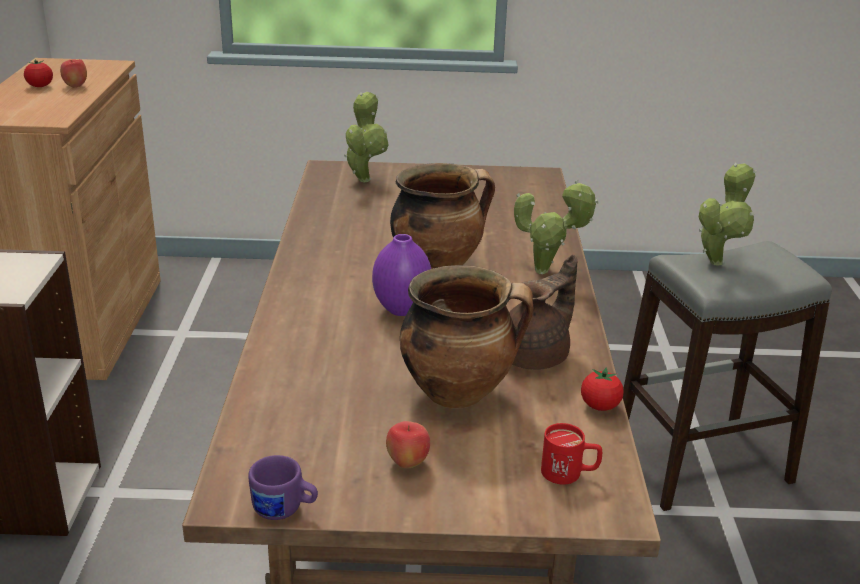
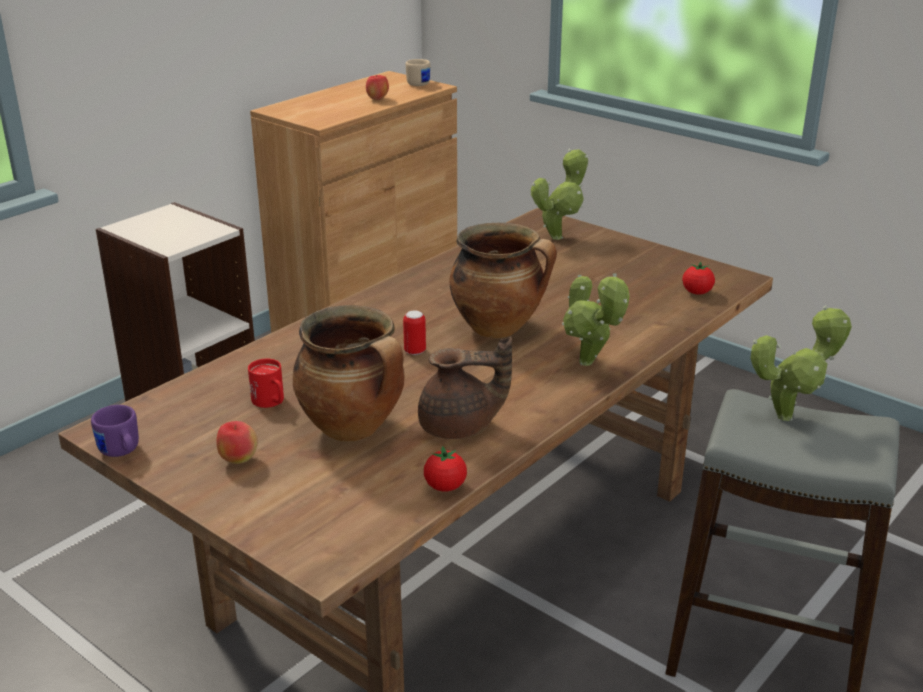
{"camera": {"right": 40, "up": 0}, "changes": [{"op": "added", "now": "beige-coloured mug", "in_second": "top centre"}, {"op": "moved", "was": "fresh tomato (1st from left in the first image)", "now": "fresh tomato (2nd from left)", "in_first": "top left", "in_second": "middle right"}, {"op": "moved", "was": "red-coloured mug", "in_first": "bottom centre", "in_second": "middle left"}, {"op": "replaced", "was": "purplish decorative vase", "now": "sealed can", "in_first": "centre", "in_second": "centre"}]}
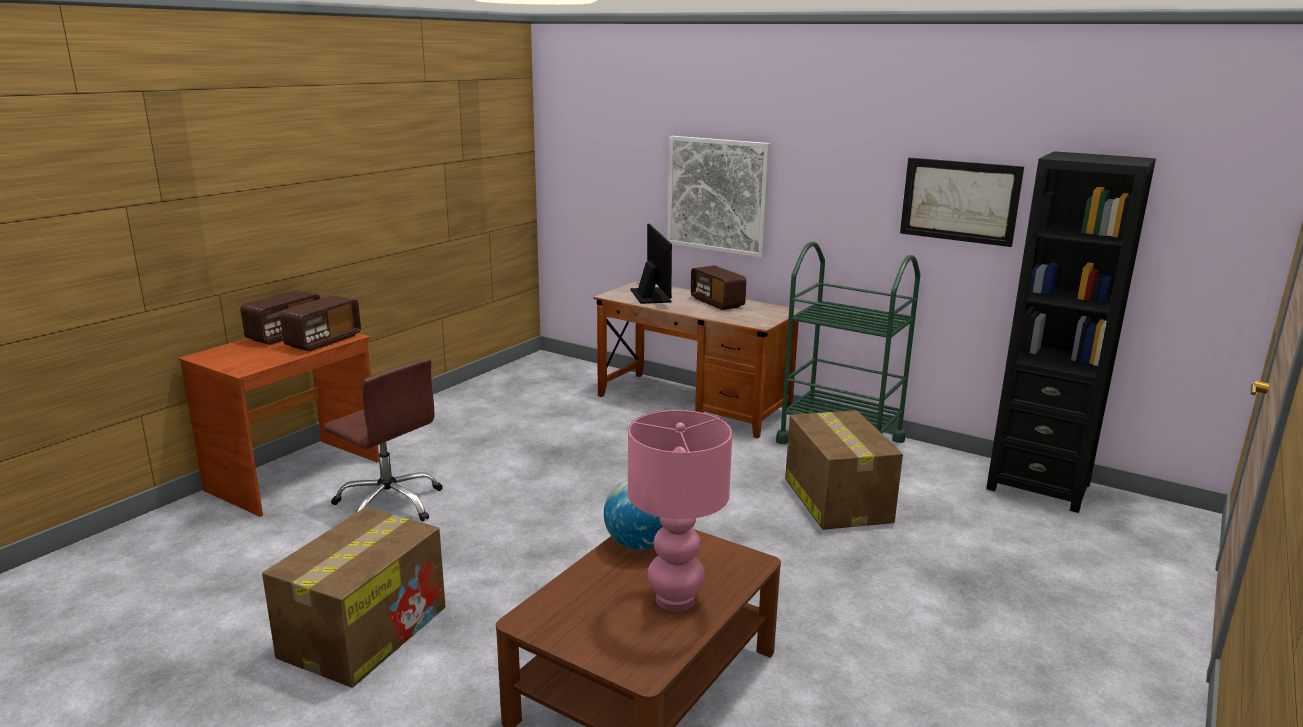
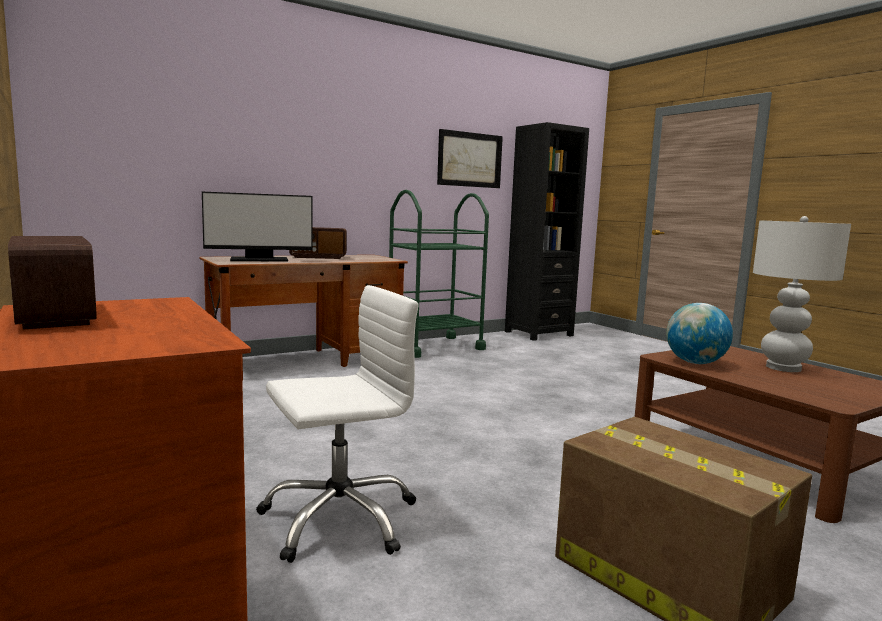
{"camera": {"right": -65, "up": -10}, "changes": [{"op": "removed", "was": "radio (2nd from left)", "in_first": "middle left"}, {"op": "removed", "was": "wall picture (1st from left)", "in_first": "top centre"}, {"op": "removed", "was": "cardboard box (2nd from left)", "in_first": "centre"}, {"op": "recoloured", "was": "brownish office chair", "now": "whitish office chair", "in_first": "middle left", "in_second": "bottom centre"}, {"op": "recoloured", "was": "pink tabletop lamp", "now": "whitish tabletop lamp", "in_first": "bottom centre", "in_second": "middle right"}, {"op": "turned", "was": "computer screen", "in_first": "centre", "in_second": "middle left", "clockwise": 150}]}
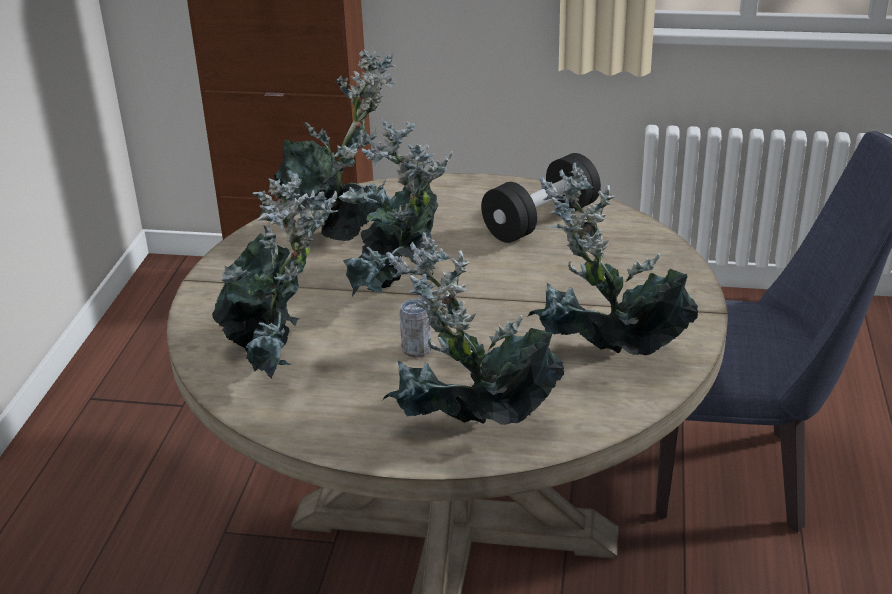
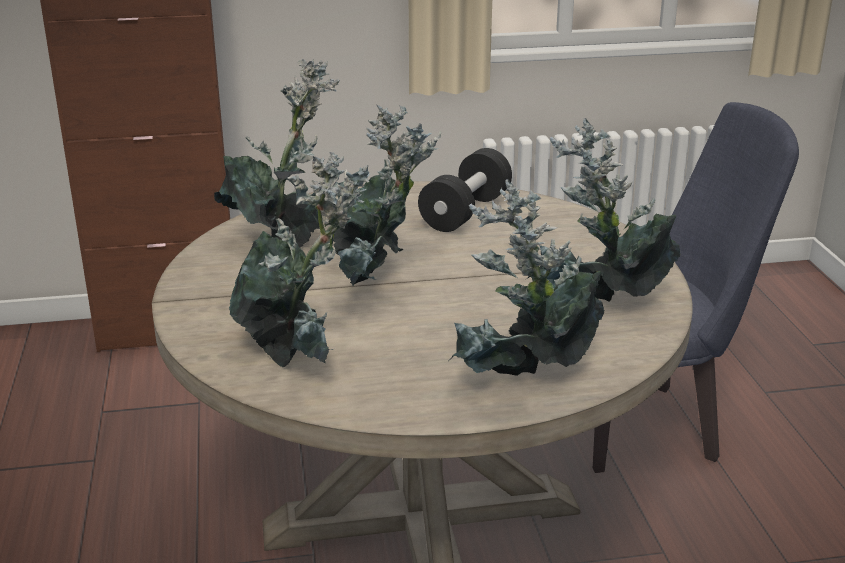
{"camera": {"right": -20, "up": -5}, "changes": [{"op": "removed", "was": "sealed can", "in_first": "centre"}]}
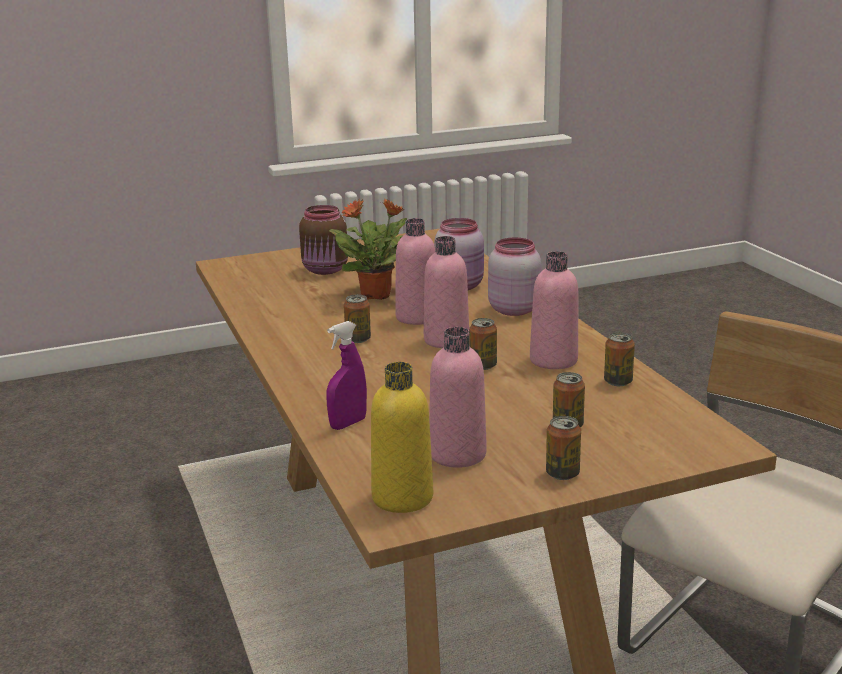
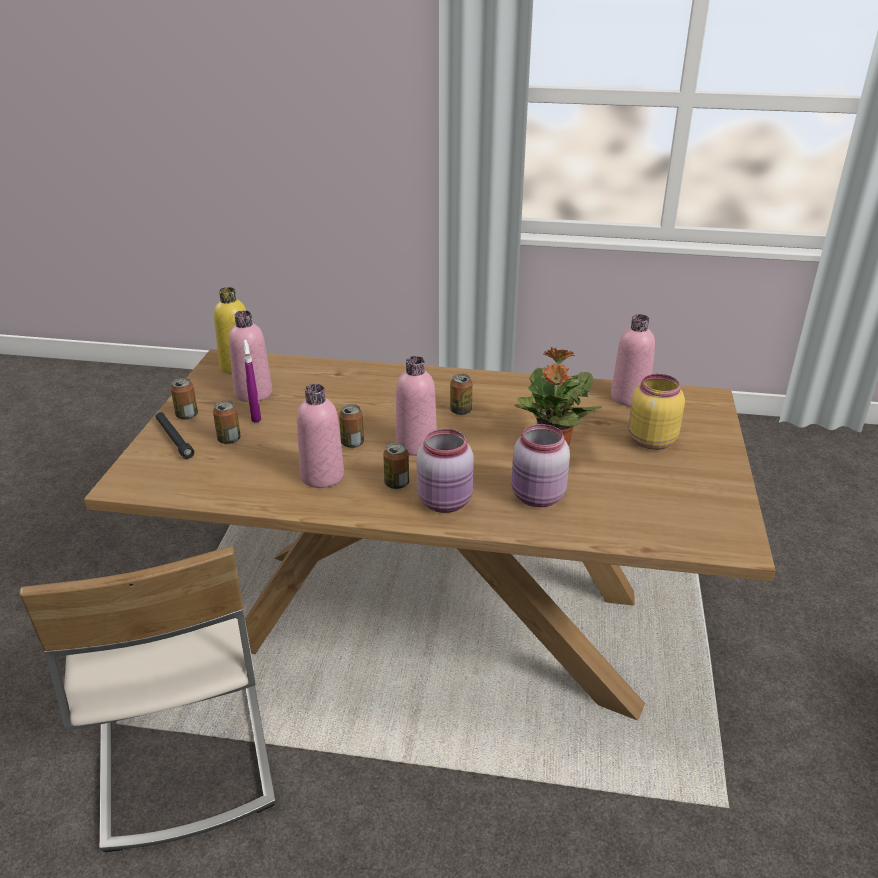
{"camera": {"right": 120, "up": 10}, "changes": [{"op": "added", "now": "black hand torch", "in_second": "middle left"}, {"op": "moved", "was": "purplish sprayer", "in_first": "centre", "in_second": "middle left"}, {"op": "moved", "was": "pink beverage bottle (1st from left in the first image)", "now": "pink beverage bottle (4th from left)", "in_first": "centre", "in_second": "middle right"}, {"op": "moved", "was": "sealed can (5th from left in the first image)", "now": "sealed can (4th from left)", "in_first": "middle right", "in_second": "centre"}, {"op": "recoloured", "was": "brownish preserve jar", "now": "yellowish preserve jar", "in_first": "centre", "in_second": "middle right"}]}
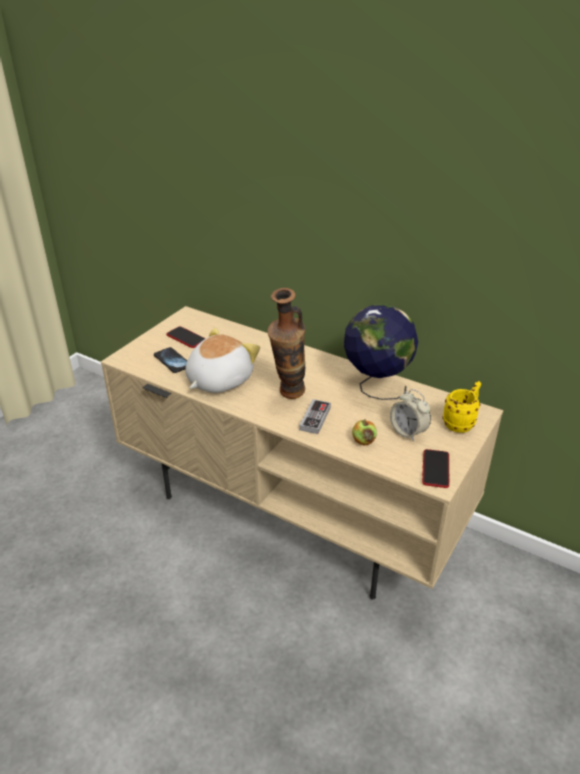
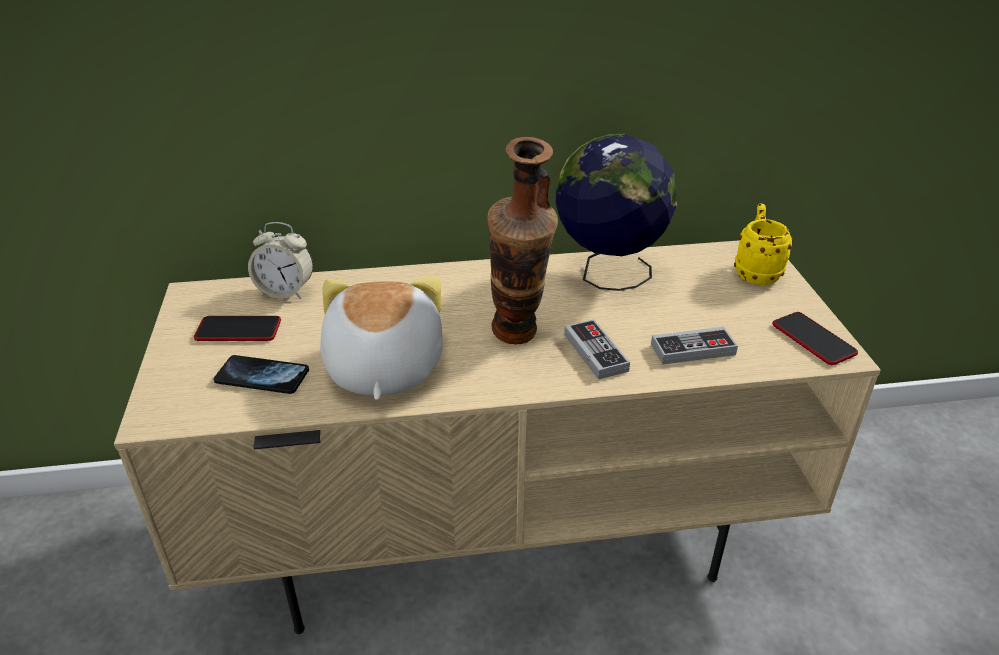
{"camera": {"right": -40, "up": 0}, "changes": [{"op": "moved", "was": "bedside clock", "in_first": "middle right", "in_second": "middle left"}, {"op": "replaced", "was": "whole apple", "now": "game controller (2nd from left)", "in_first": "centre", "in_second": "middle right"}]}
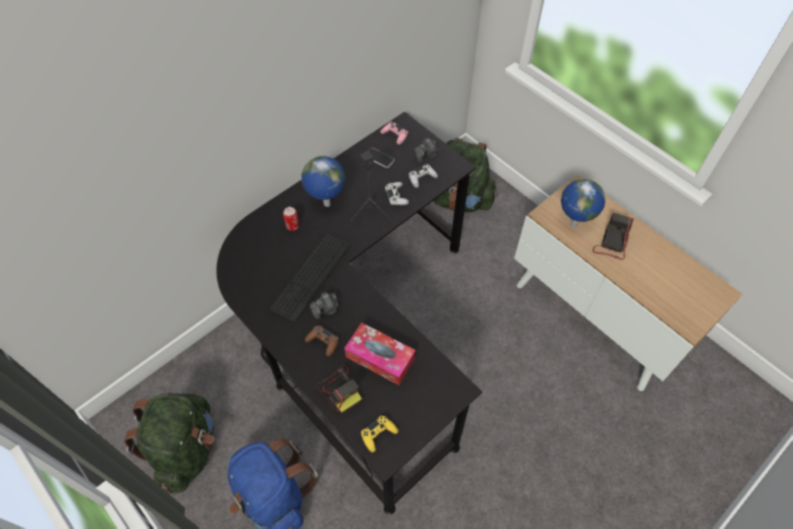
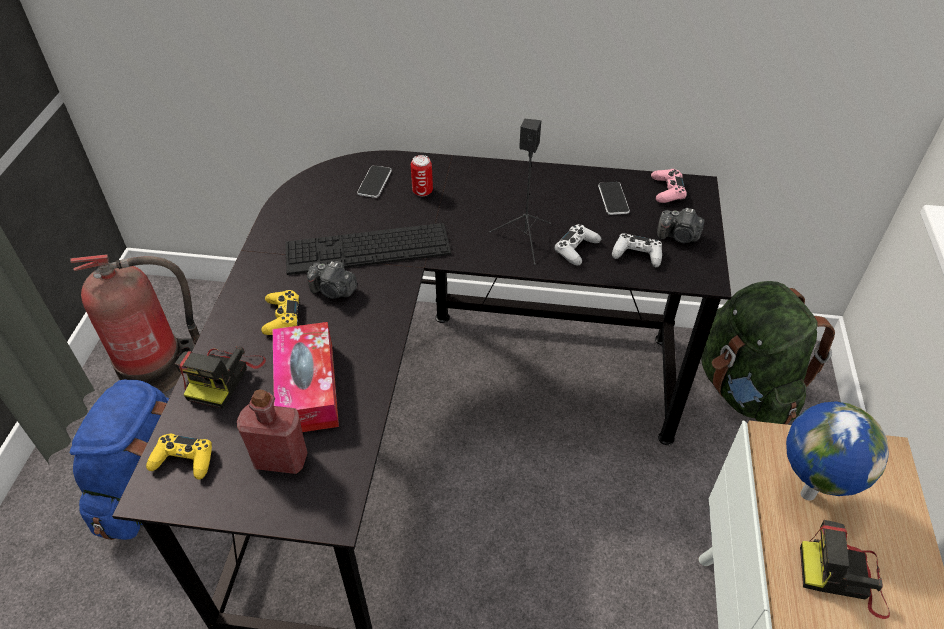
{"camera": {"right": 50, "up": -10}, "changes": [{"op": "removed", "was": "world globe (1st from left)", "in_first": "centre"}, {"op": "added", "now": "red-coloured beverage bottle", "in_second": "bottom left"}, {"op": "added", "now": "handset (1st from left)", "in_second": "top centre"}, {"op": "replaced", "was": "greenish knapsack (1st from left)", "now": "extinguisher", "in_first": "bottom left", "in_second": "middle left"}, {"op": "recoloured", "was": "brownish game controller", "now": "yellowish game controller (2nd from left)", "in_first": "centre", "in_second": "middle left"}, {"op": "turned", "was": "photo camera (4th from left)", "in_first": "middle right", "in_second": "bottom right", "clockwise": -150}]}
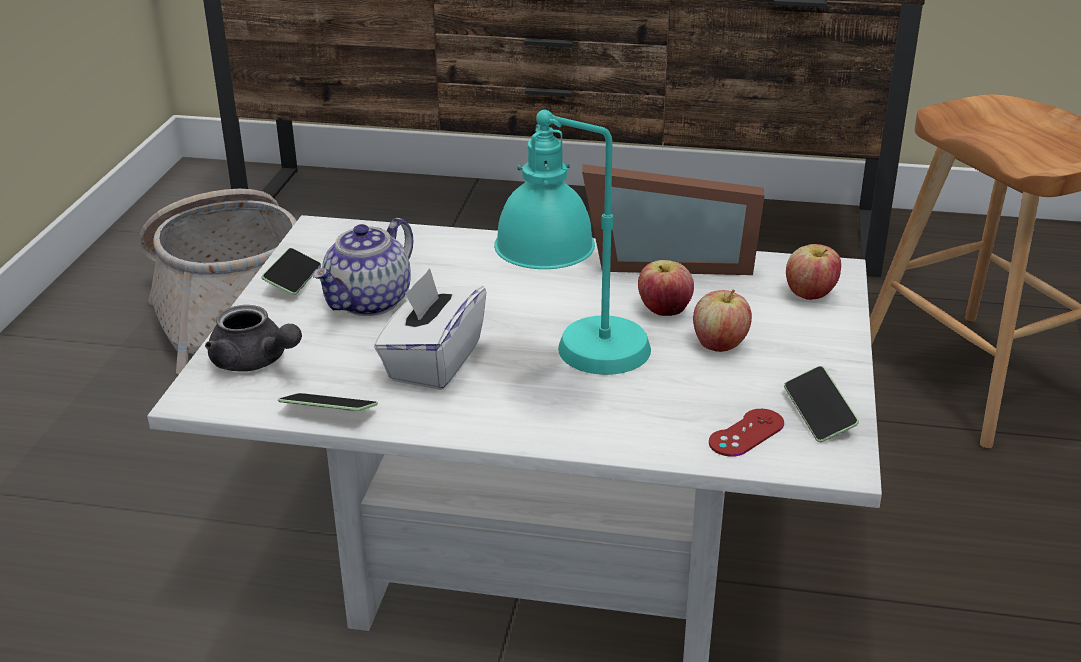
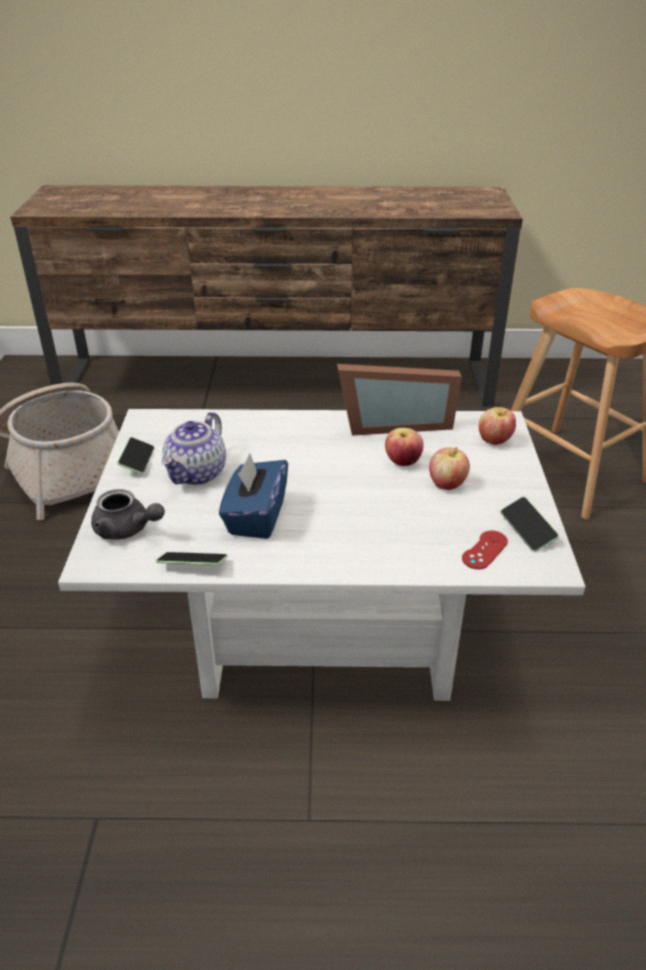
{"camera": {"right": -10, "up": 5}, "changes": [{"op": "removed", "was": "blue-green tabletop lamp", "in_first": "centre"}, {"op": "recoloured", "was": "whitish tissue holder", "now": "blue-coloured tissue holder", "in_first": "centre", "in_second": "centre"}]}
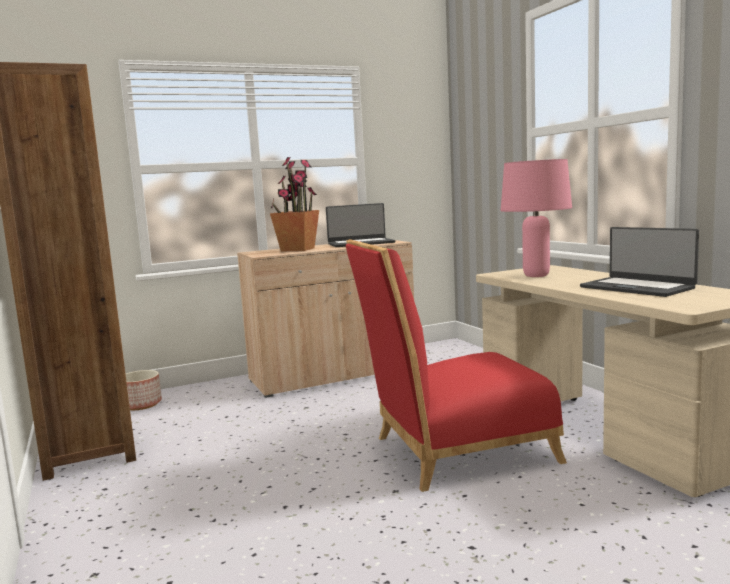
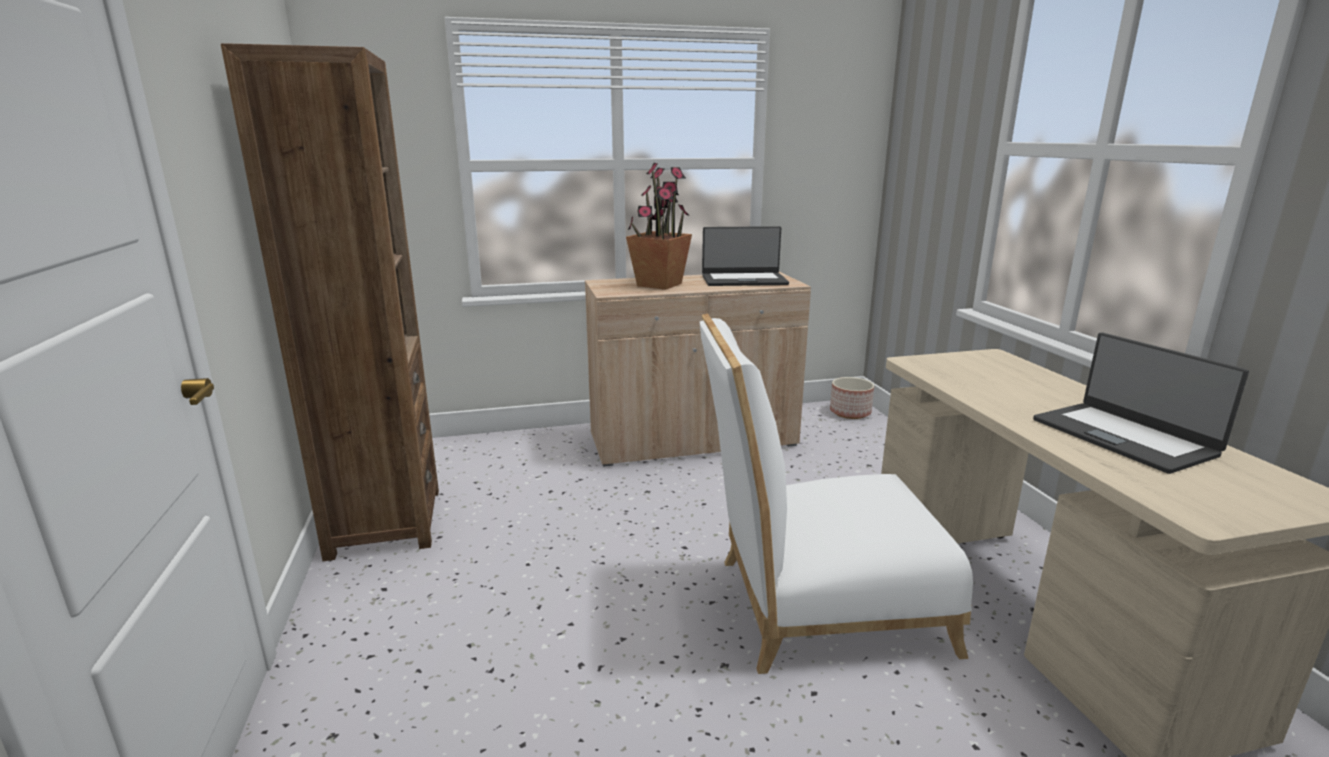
{"camera": {"right": 10, "up": 10}, "changes": [{"op": "removed", "was": "pink tabletop lamp", "in_first": "middle right"}, {"op": "moved", "was": "plant pot", "in_first": "bottom left", "in_second": "centre"}, {"op": "recoloured", "was": "red-coloured plain chair", "now": "whitish plain chair", "in_first": "centre", "in_second": "centre"}]}
